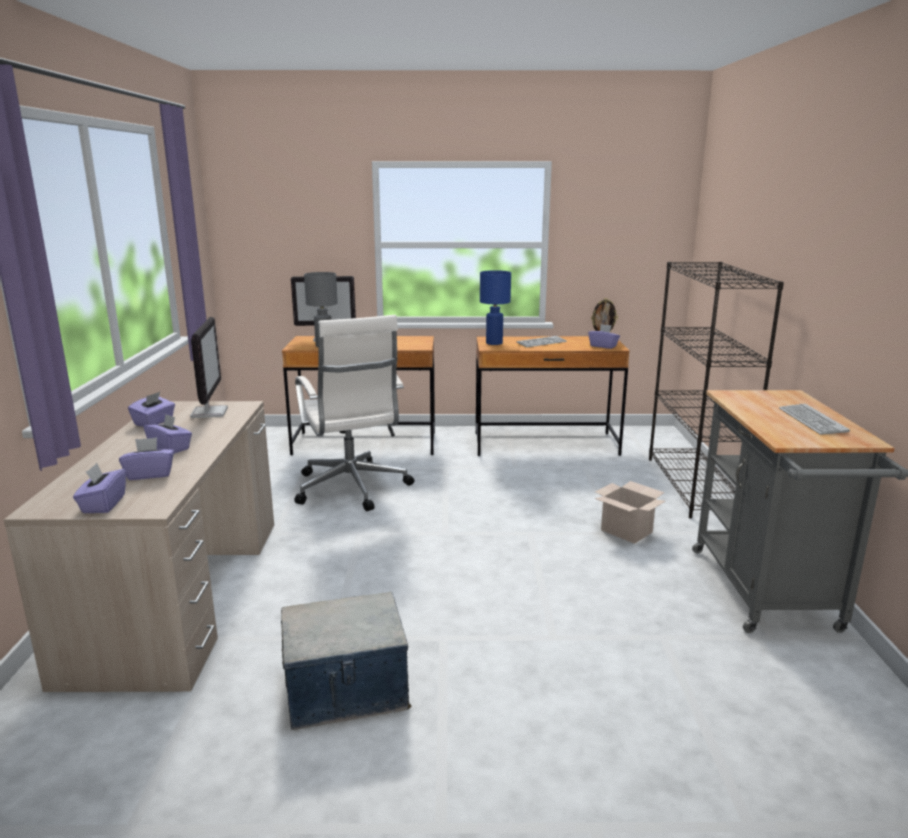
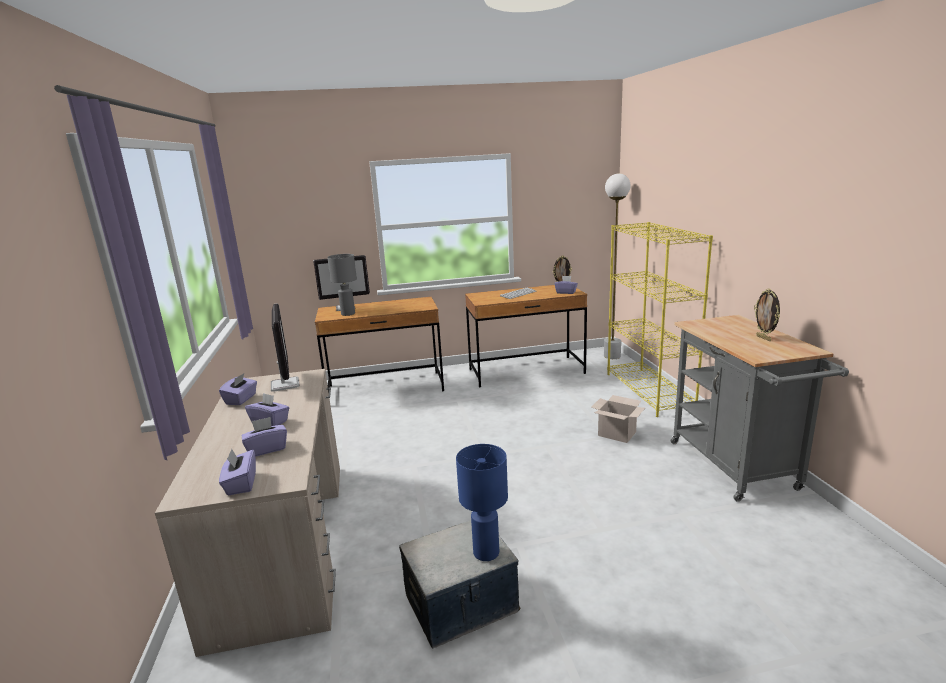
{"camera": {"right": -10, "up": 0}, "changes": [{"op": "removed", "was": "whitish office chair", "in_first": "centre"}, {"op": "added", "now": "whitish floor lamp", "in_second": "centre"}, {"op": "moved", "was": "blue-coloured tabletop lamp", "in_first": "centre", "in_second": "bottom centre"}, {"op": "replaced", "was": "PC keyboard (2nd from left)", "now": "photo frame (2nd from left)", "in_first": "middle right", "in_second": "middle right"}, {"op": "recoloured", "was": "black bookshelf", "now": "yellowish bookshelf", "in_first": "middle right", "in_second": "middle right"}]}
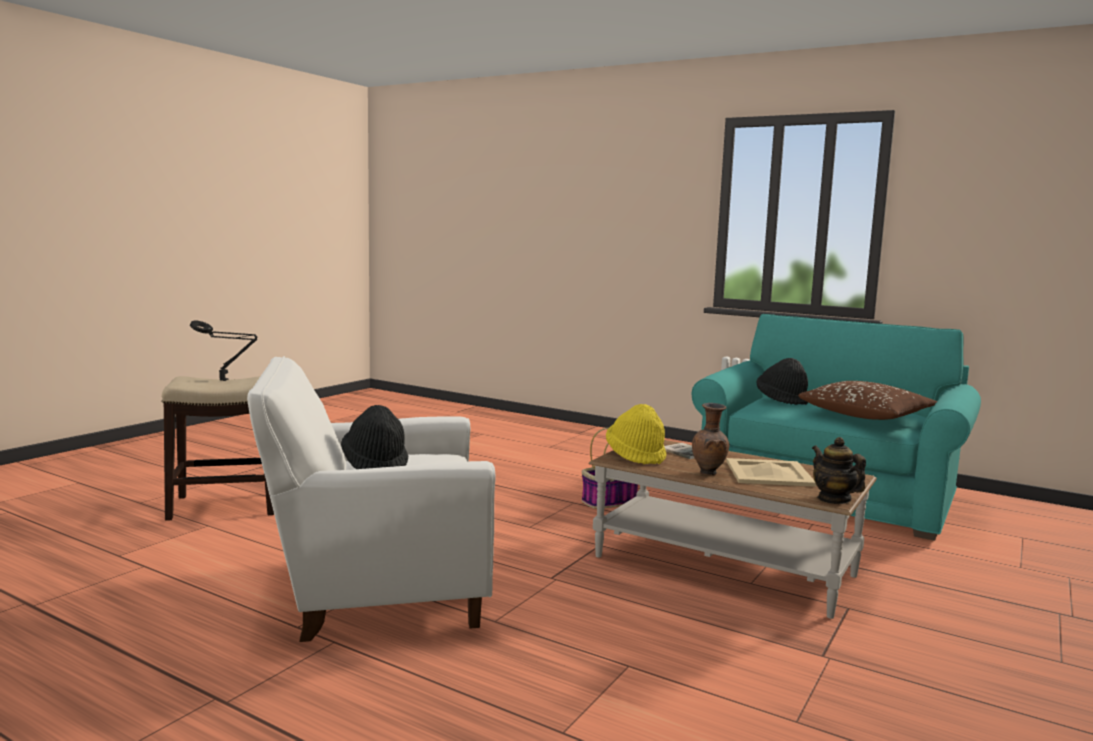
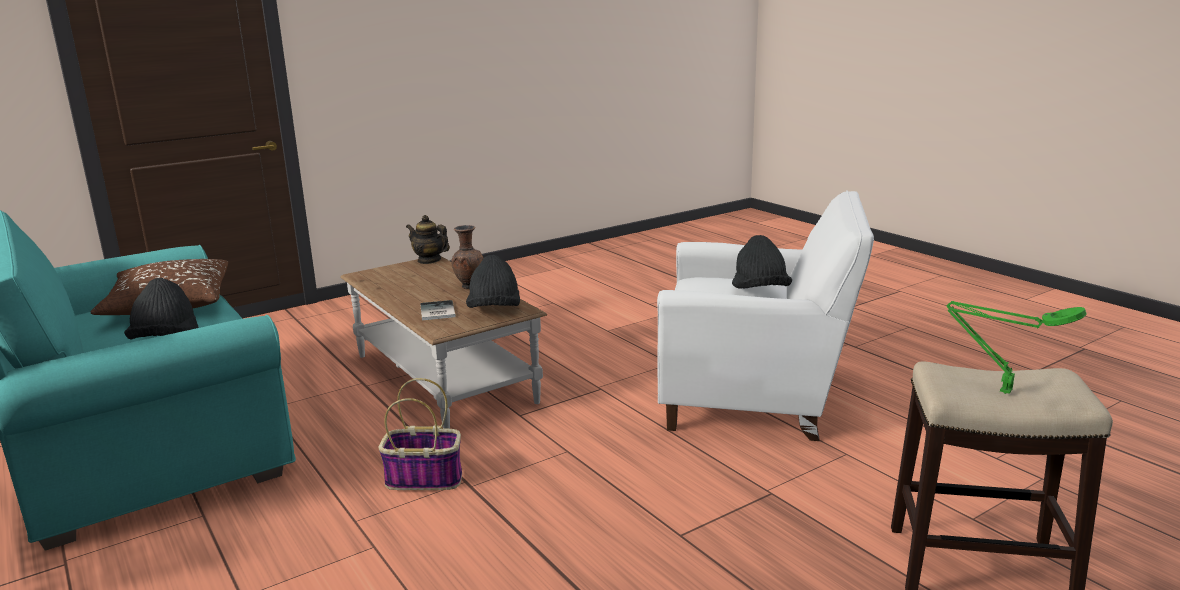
{"camera": {"right": -155, "up": 10}, "changes": [{"op": "removed", "was": "beige-coloured serving tray", "in_first": "middle right"}, {"op": "recoloured", "was": "black tabletop lamp", "now": "greenish tabletop lamp", "in_first": "middle left", "in_second": "middle right"}, {"op": "recoloured", "was": "yellowish hat", "now": "black hat (2nd from left)", "in_first": "centre", "in_second": "centre"}, {"op": "turned", "was": "tea pot", "in_first": "middle right", "in_second": "centre", "clockwise": 120}]}
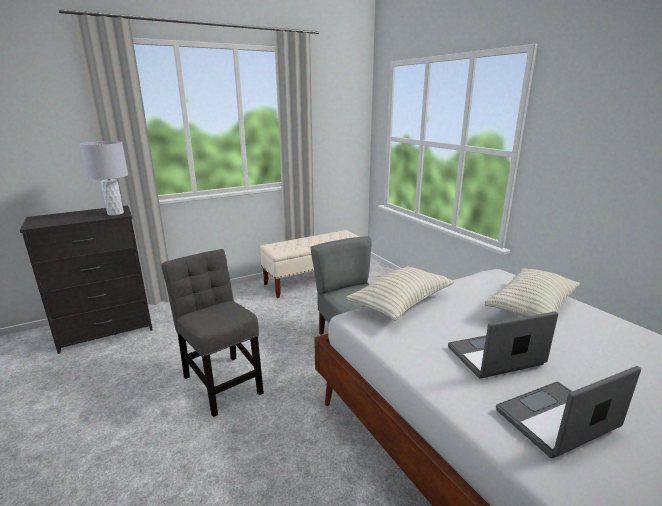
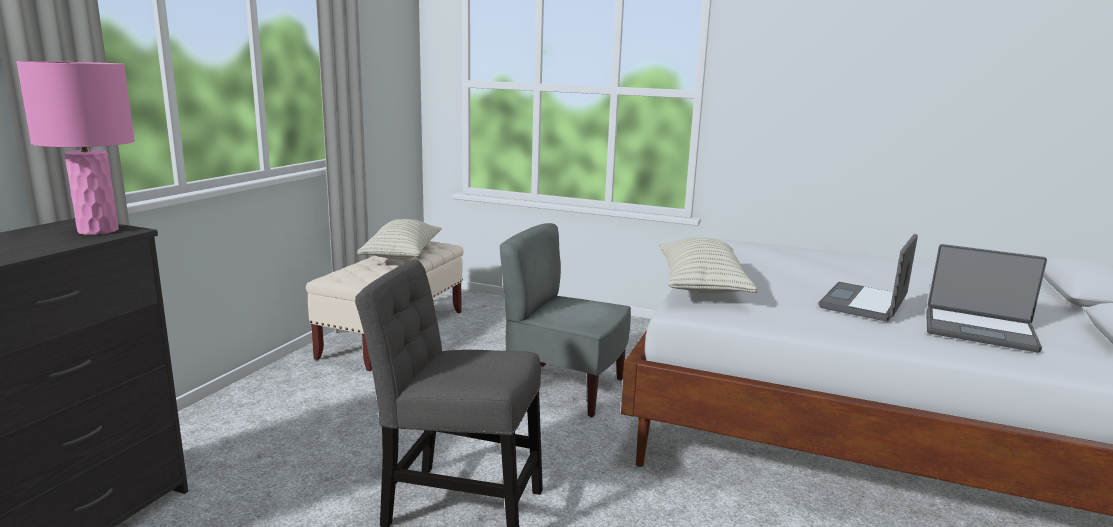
{"camera": {"right": -40, "up": -5}, "changes": [{"op": "moved", "was": "throw pillow (2nd from left in the first image)", "now": "throw pillow (1st from left)", "in_first": "middle right", "in_second": "centre"}, {"op": "recoloured", "was": "greyish tabletop lamp", "now": "pink tabletop lamp", "in_first": "middle left", "in_second": "top left"}, {"op": "turned", "was": "portable computer (2nd from left)", "in_first": "bottom right", "in_second": "middle right", "clockwise": -90}]}
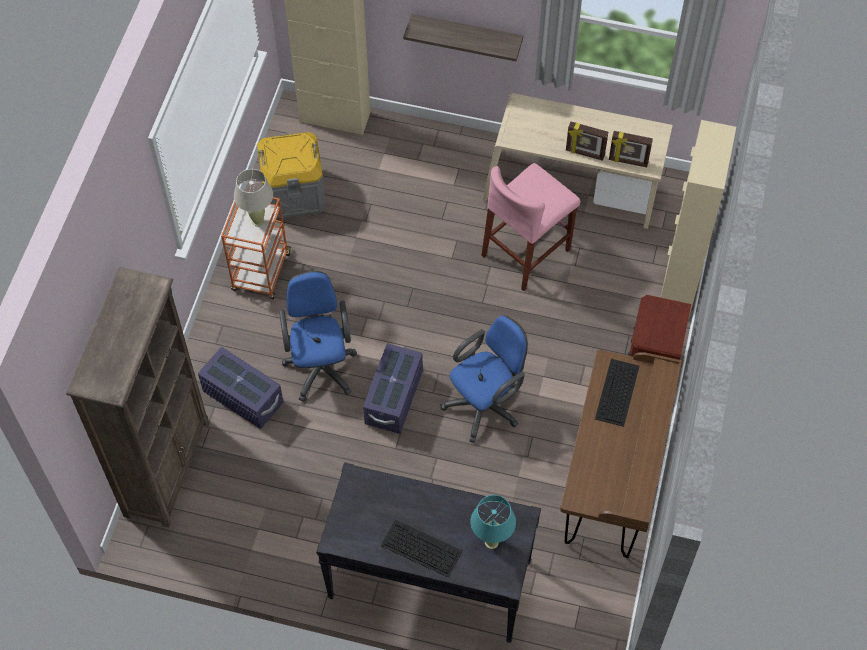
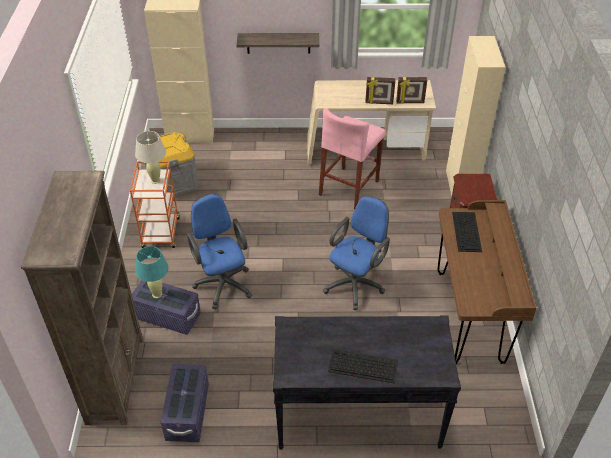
{"camera": {"right": -15, "up": -15}, "changes": [{"op": "moved", "was": "purplish storage box (2nd from left)", "in_first": "centre", "in_second": "bottom left"}, {"op": "moved", "was": "blue-green tabletop lamp", "in_first": "bottom centre", "in_second": "middle left"}]}
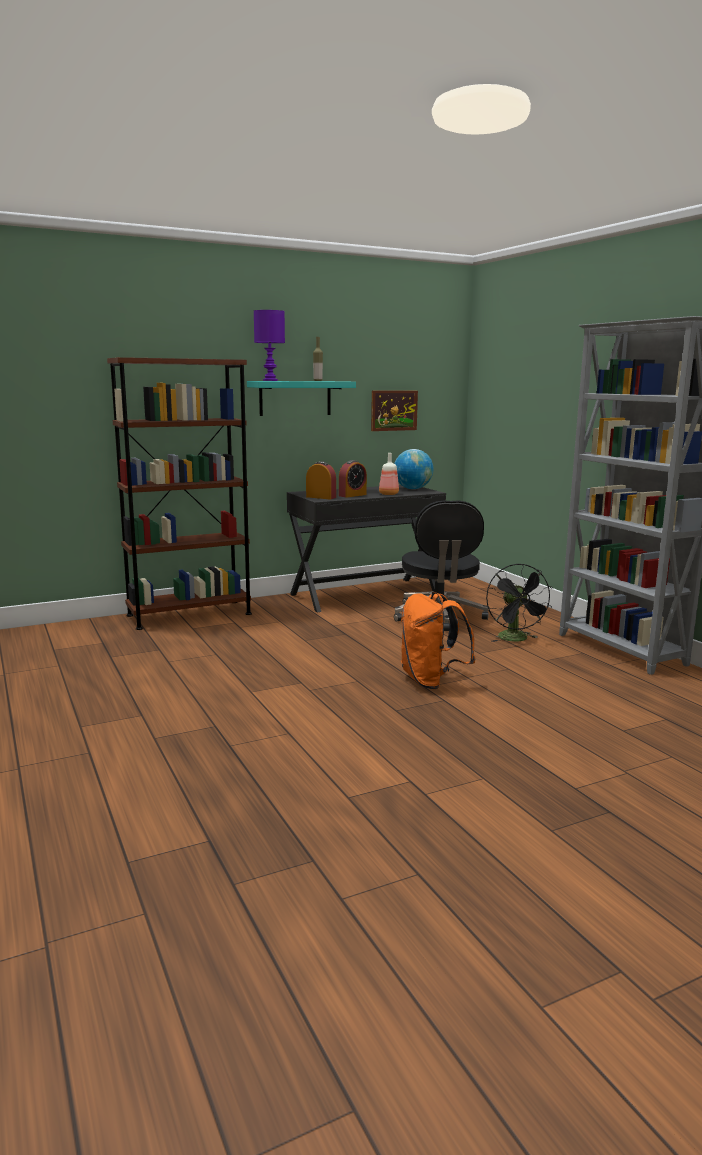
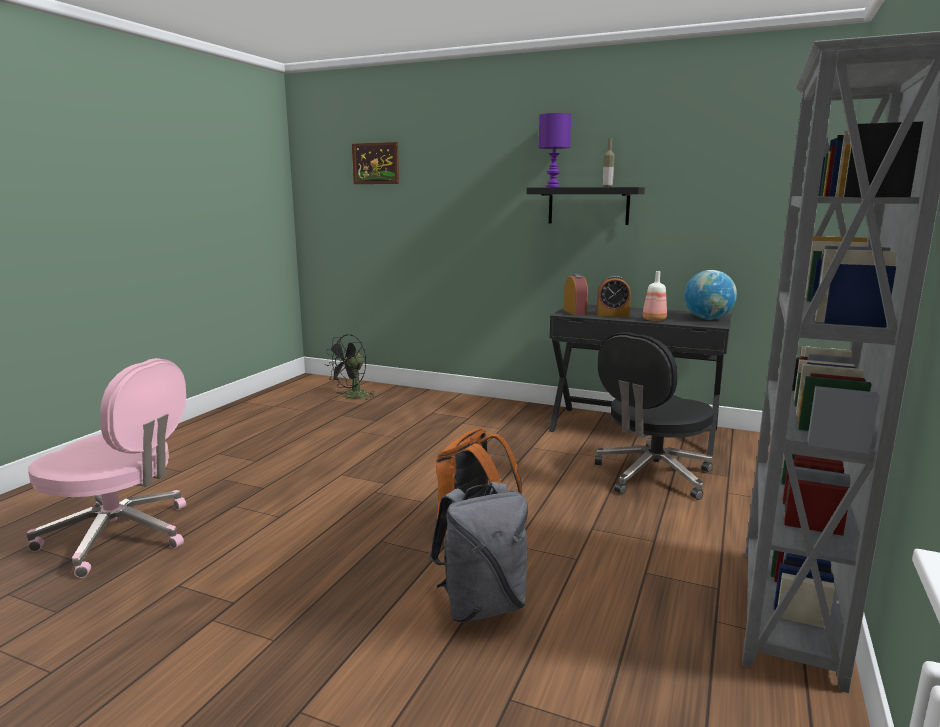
{"camera": {"right": 50, "up": 0}, "changes": [{"op": "removed", "was": "brownish bookshelf", "in_first": "middle left"}, {"op": "added", "now": "pink office chair", "in_second": "middle left"}, {"op": "added", "now": "greyish knapsack", "in_second": "bottom centre"}, {"op": "moved", "was": "wall picture", "in_first": "centre", "in_second": "top centre"}, {"op": "moved", "was": "black electric fan", "in_first": "middle right", "in_second": "centre"}, {"op": "recoloured", "was": "blue-green bracket shelf", "now": "black bracket shelf", "in_first": "centre", "in_second": "top centre"}]}
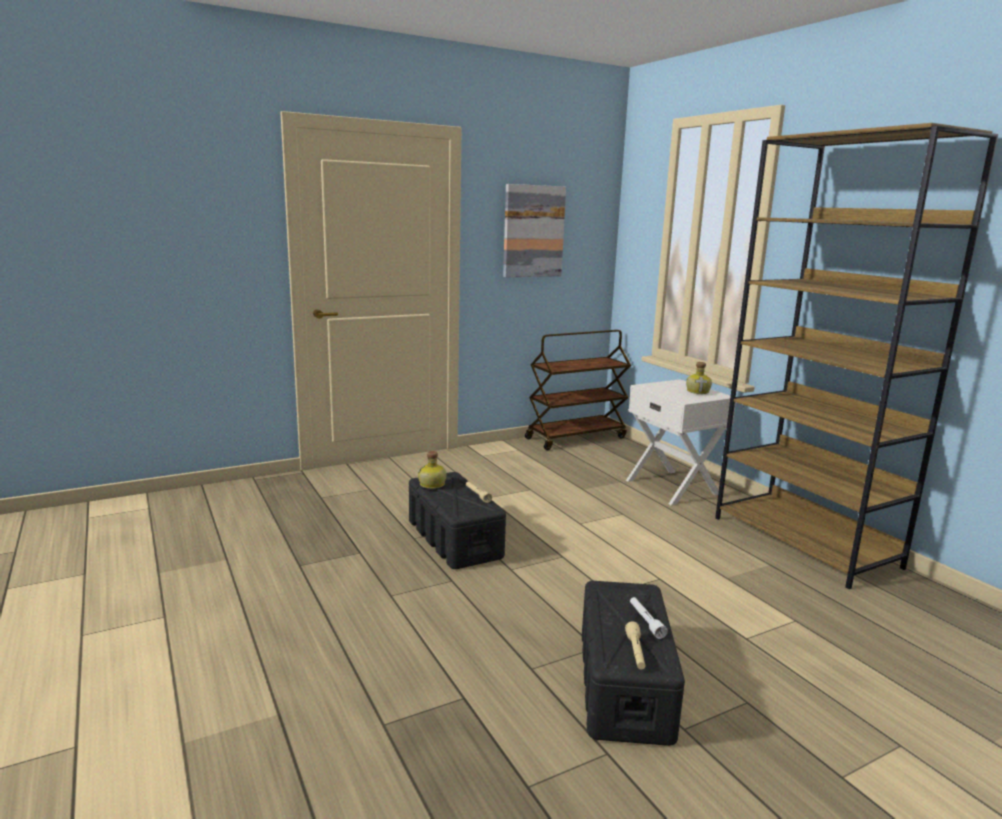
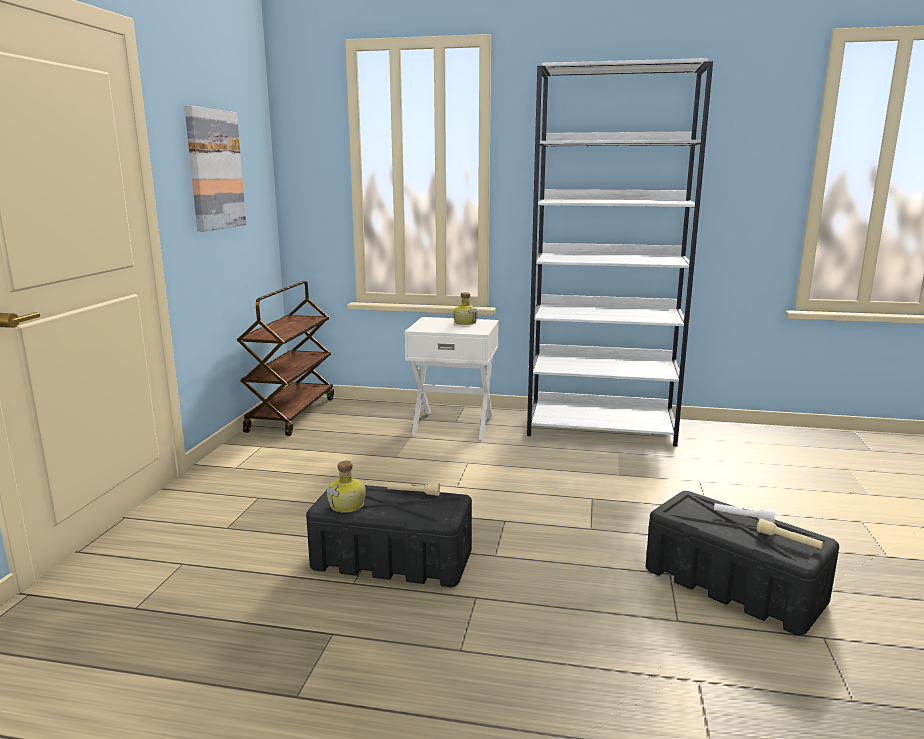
{"camera": {"right": -50, "up": 0}, "changes": [{"op": "recoloured", "was": "brownish bookshelf", "now": "whitish bookshelf", "in_first": "middle right", "in_second": "middle right"}]}
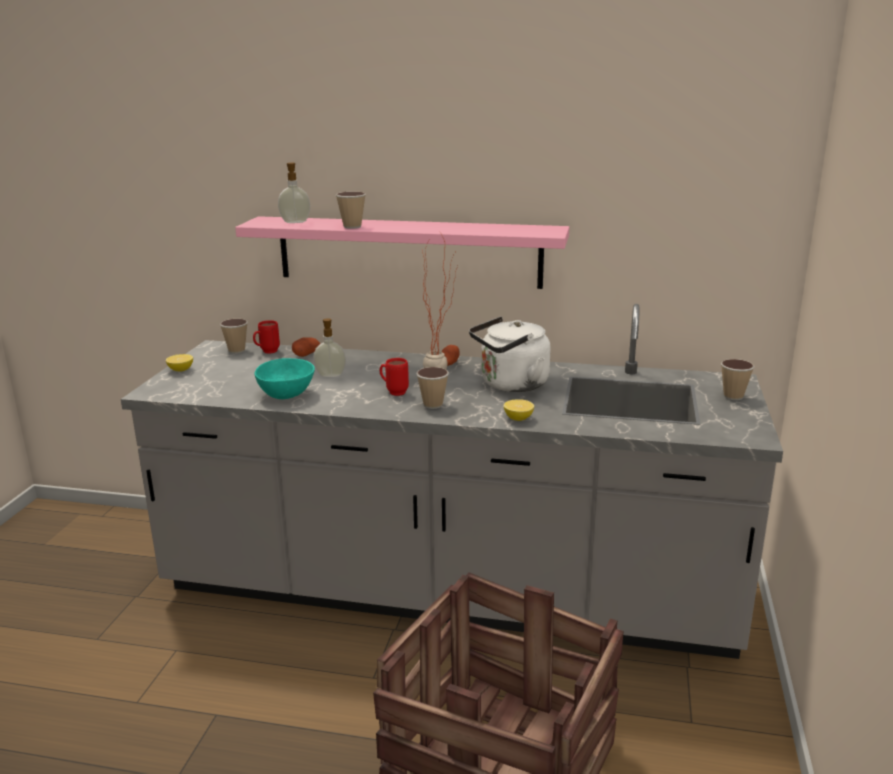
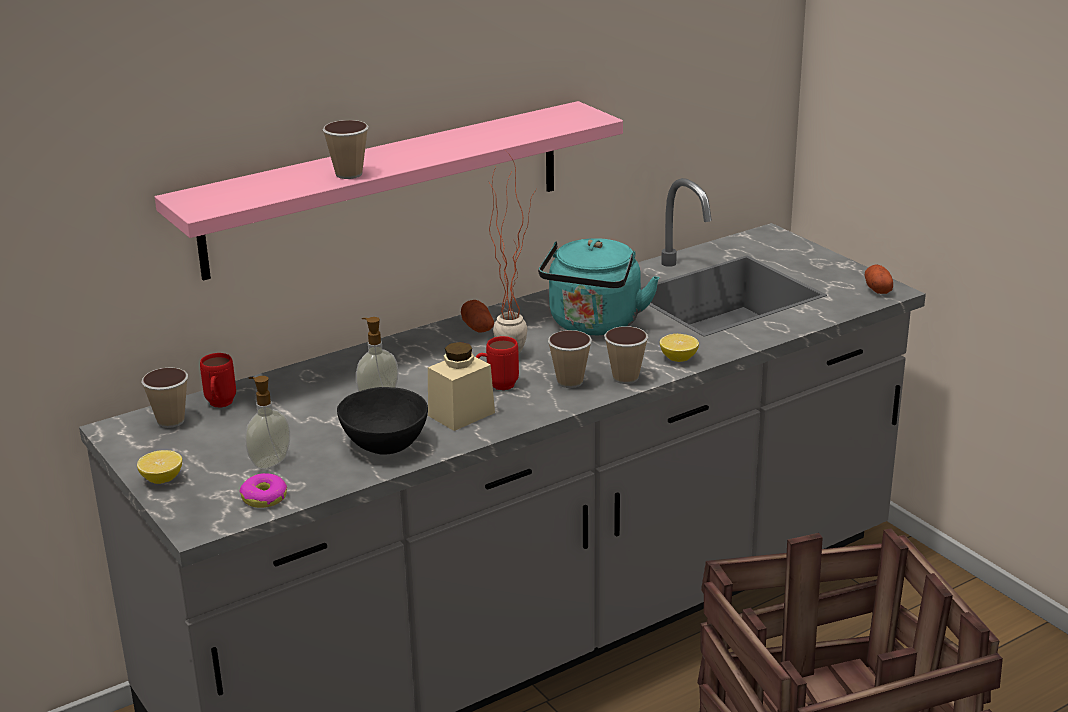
{"camera": {"right": -45, "up": 5}, "changes": [{"op": "added", "now": "doughnut", "in_second": "bottom left"}, {"op": "added", "now": "beige-coloured preserve jar", "in_second": "centre"}, {"op": "moved", "was": "soap bottle (1st from left)", "in_first": "top left", "in_second": "middle left"}, {"op": "moved", "was": "whole potato (1st from left in the first image)", "now": "whole potato (2nd from left)", "in_first": "centre", "in_second": "middle right"}, {"op": "moved", "was": "small cup (4th from left)", "in_first": "middle right", "in_second": "centre"}, {"op": "recoloured", "was": "blue-green serving bowl", "now": "black serving bowl", "in_first": "middle left", "in_second": "centre"}, {"op": "recoloured", "was": "whitish kettle", "now": "blue-green kettle", "in_first": "centre", "in_second": "centre"}]}
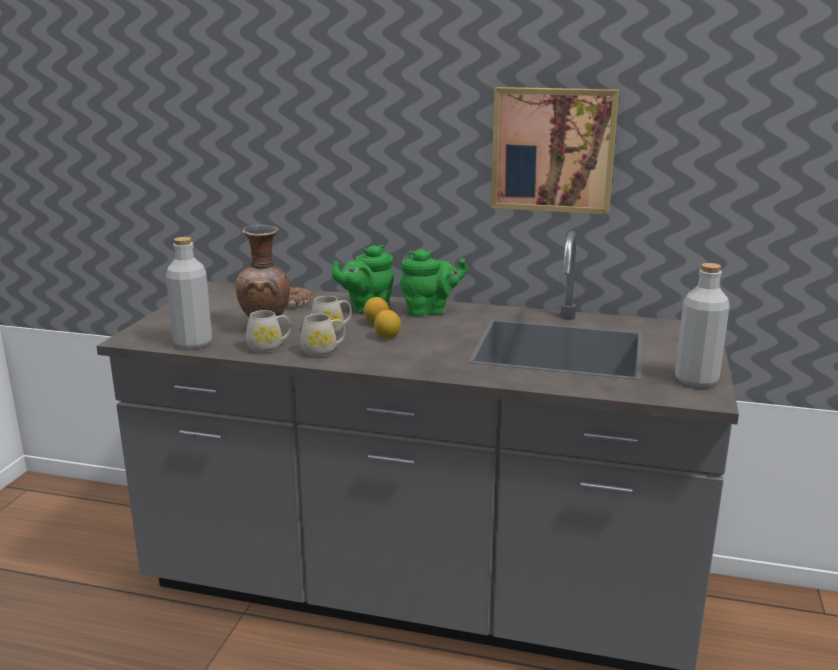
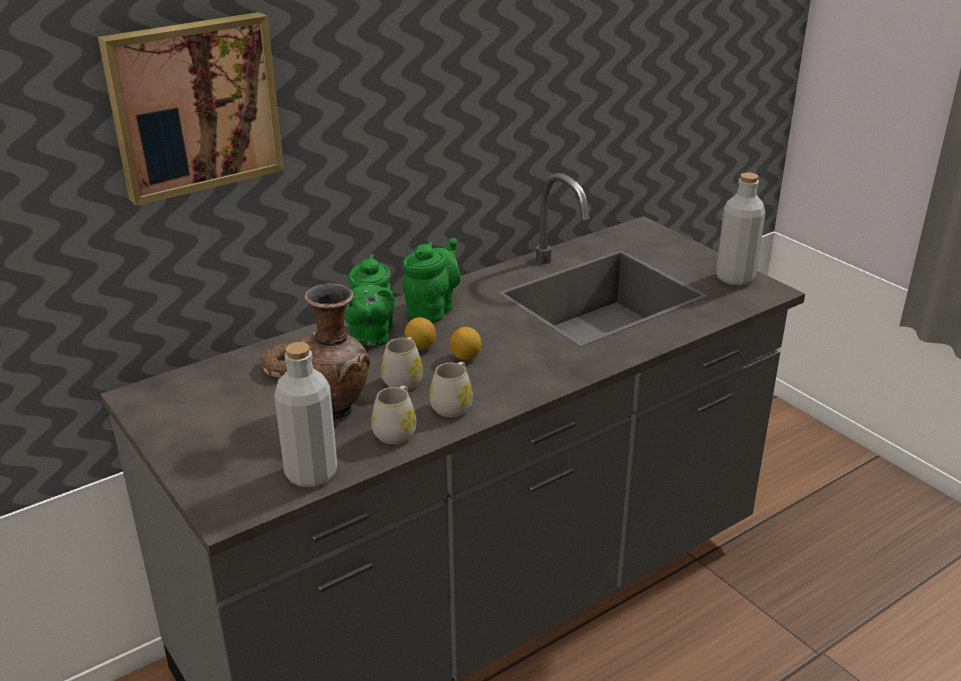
{"camera": {"right": -50, "up": 10}, "changes": [{"op": "moved", "was": "wall picture", "in_first": "top centre", "in_second": "top left"}]}
